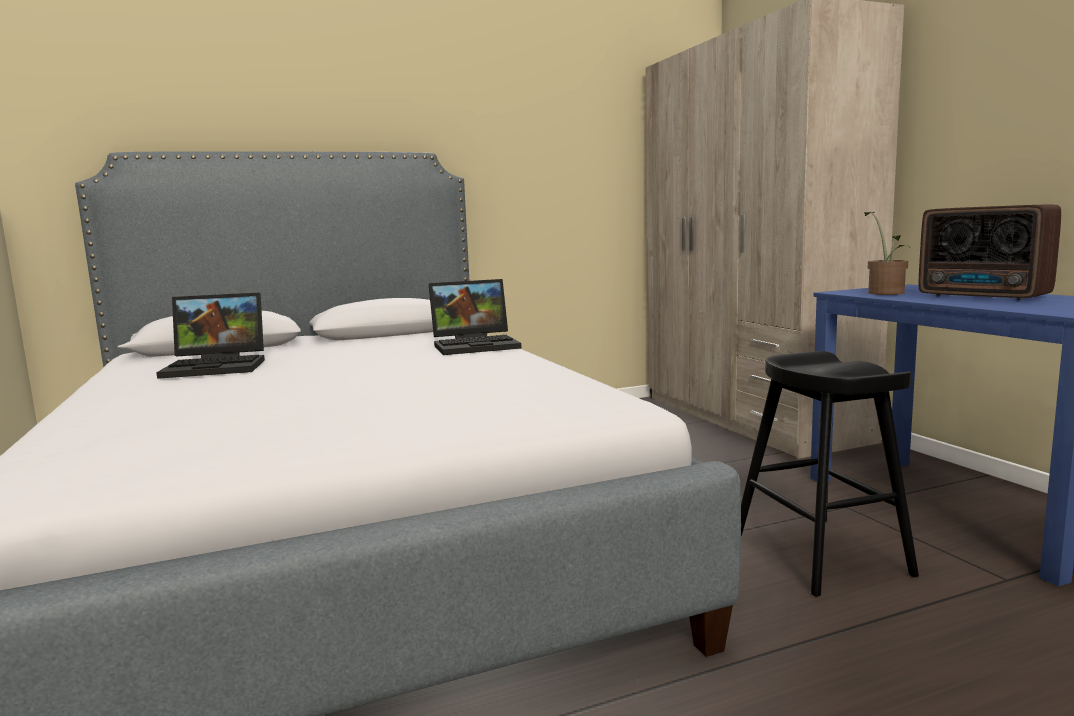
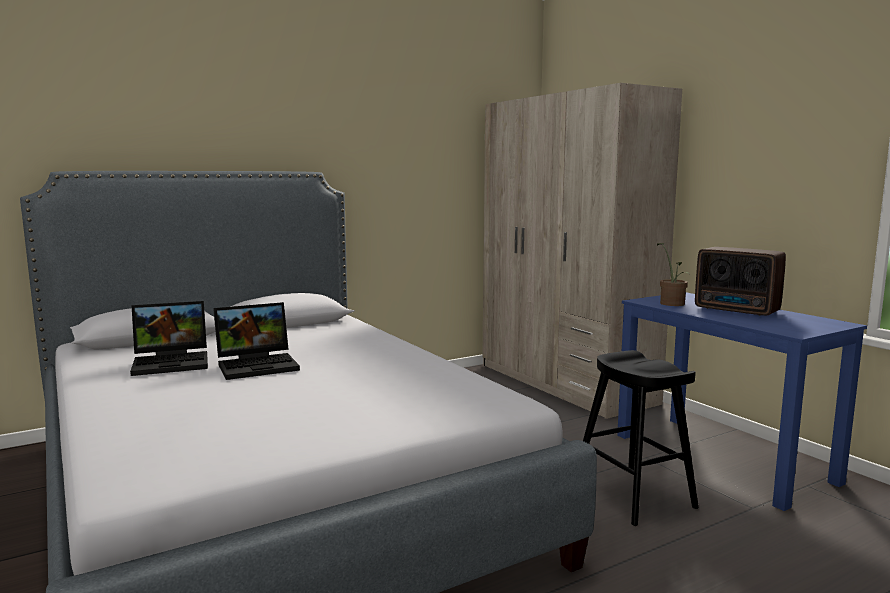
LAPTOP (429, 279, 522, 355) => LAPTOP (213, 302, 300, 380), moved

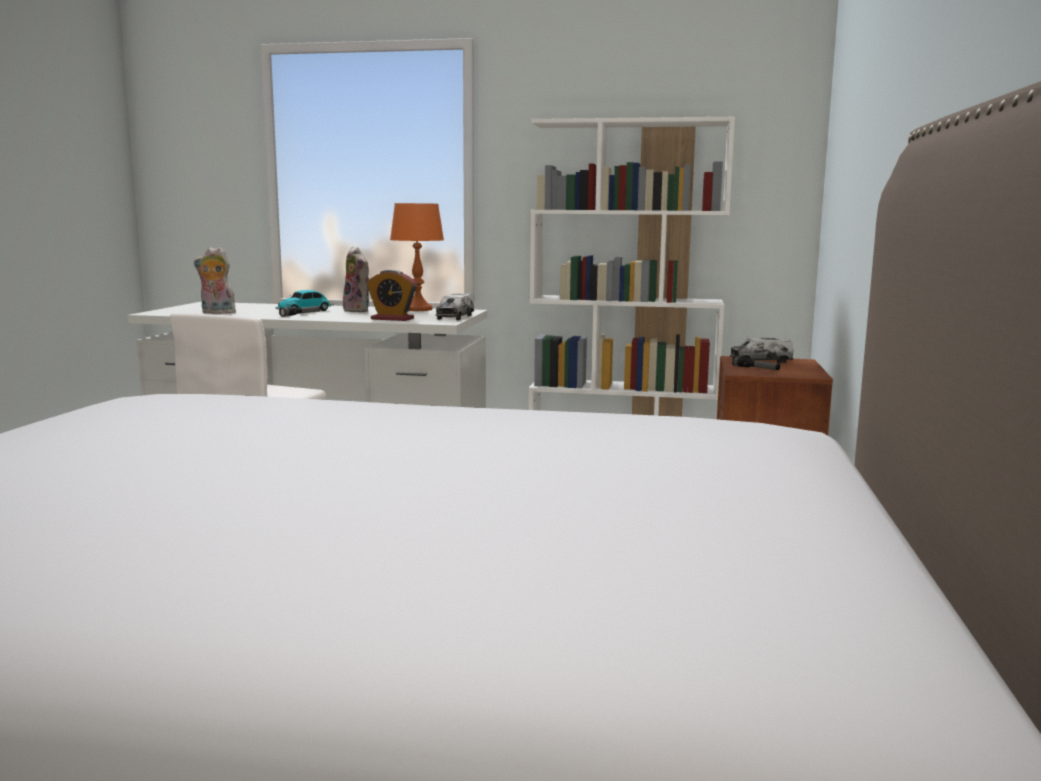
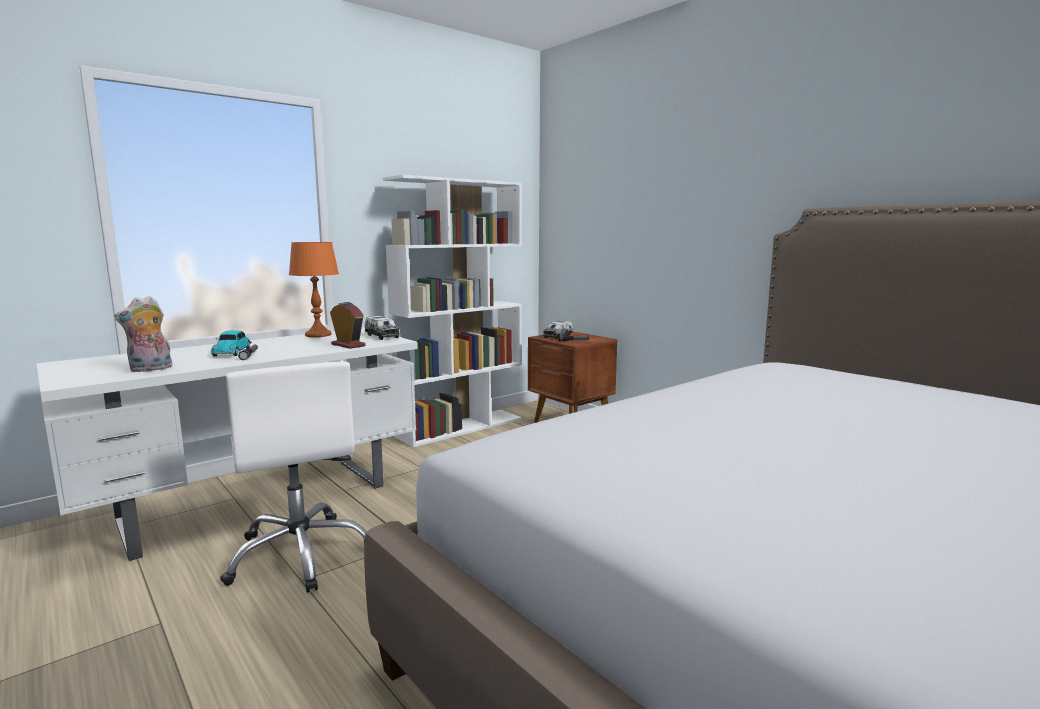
PLUSH TOY (341, 247, 370, 312) => nothing
ALARM CLOCK (367, 270, 417, 321) => ALARM CLOCK (330, 302, 366, 349), 105 degrees counterclockwise

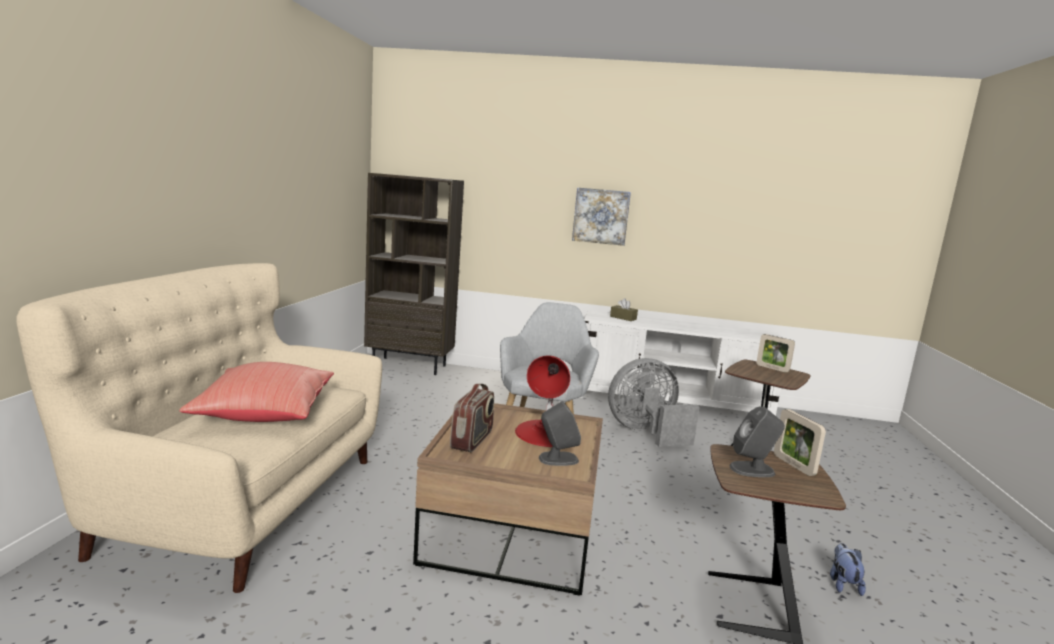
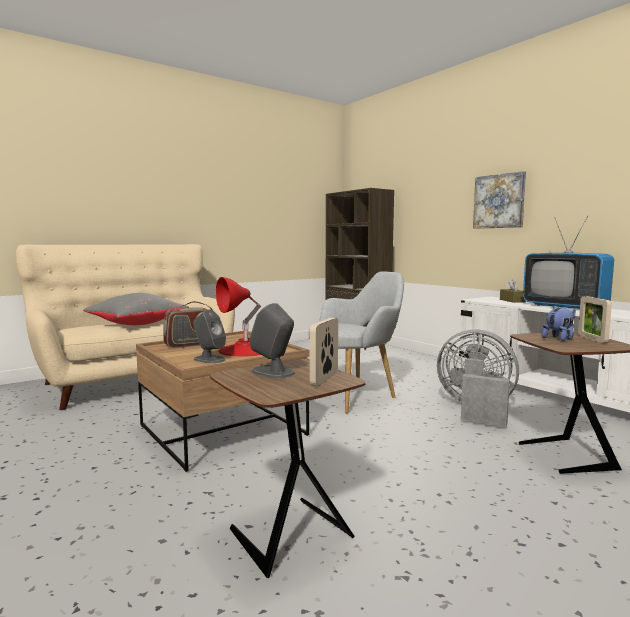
RED PILLOW (179, 362, 334, 422) => GREY PILLOW (83, 293, 189, 325)
PLUSH TOY (830, 543, 866, 596) => PLUSH TOY (542, 305, 575, 341), moved
nothing => TELEVISION (523, 216, 614, 309)

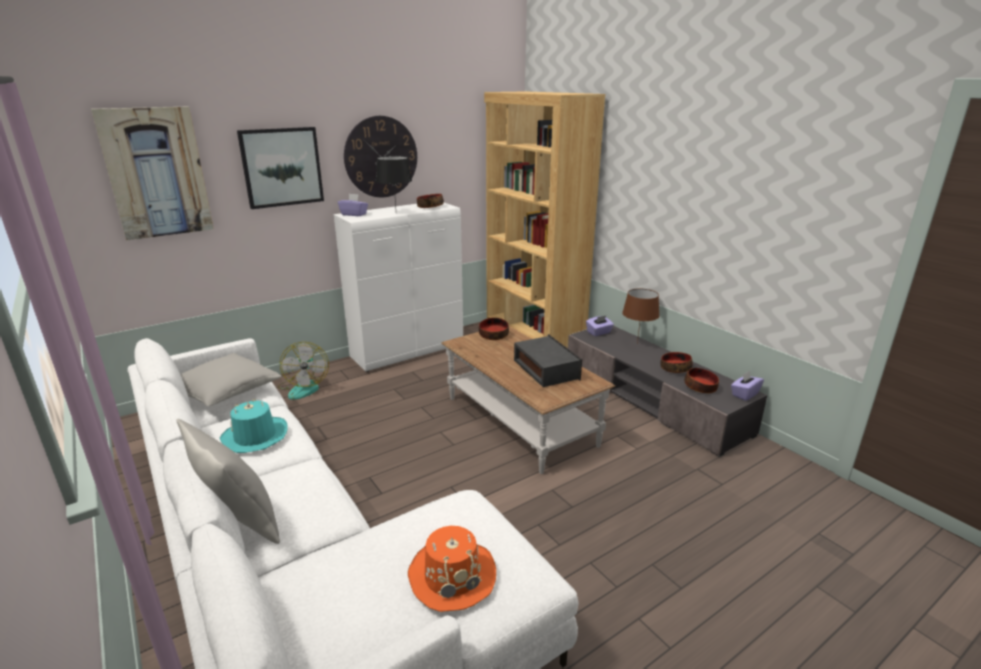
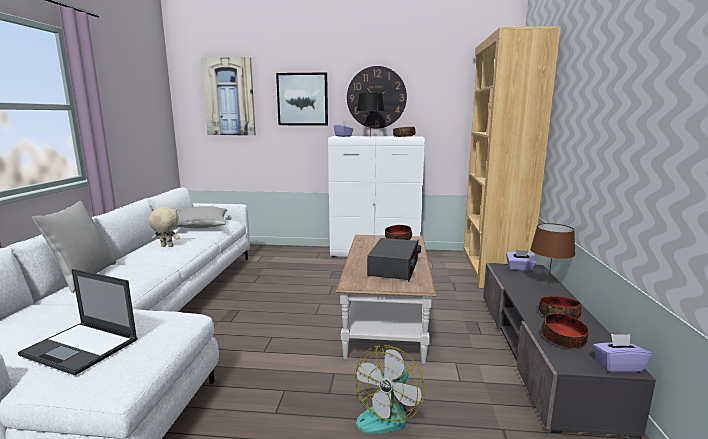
FAN (278, 342, 329, 400) => FAN (355, 345, 425, 434), moved
TURQUOISE HAT (220, 399, 288, 453) => BEIGE PLUSH TOY (148, 207, 180, 247)
ORANGE HAT (408, 526, 496, 612) => LAPTOP (18, 269, 138, 376)

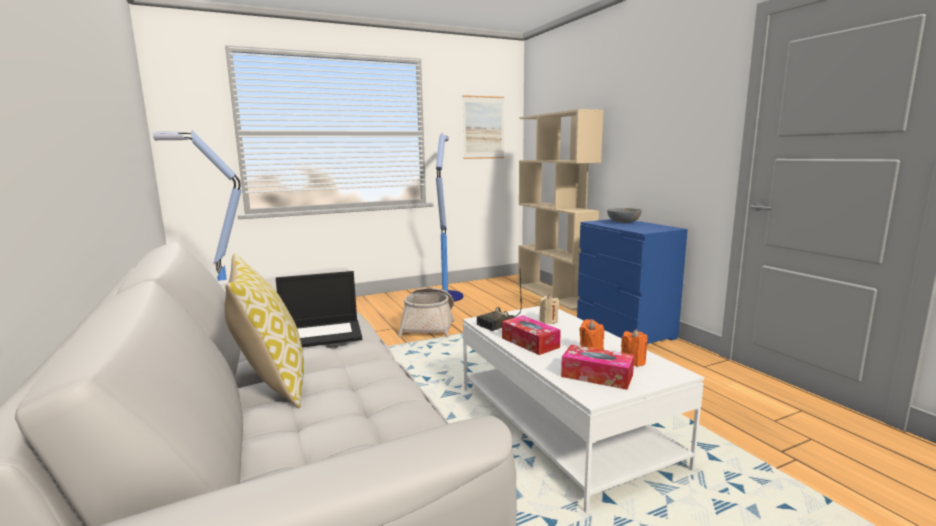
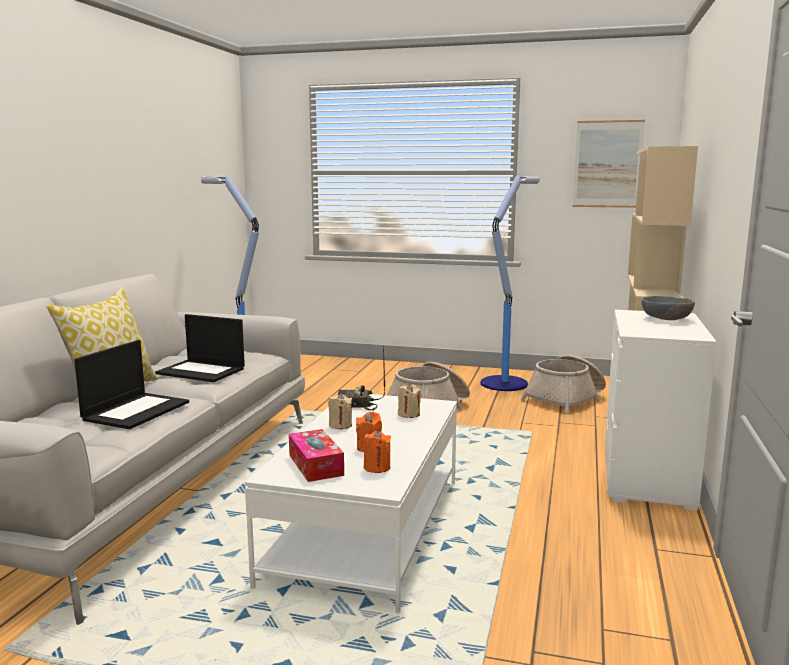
BLUE DRESSER (577, 219, 688, 344) => WHITE DRESSER (605, 310, 717, 511)
TISSUE BOX (502, 315, 561, 355) => BEIGE CANDLE (328, 393, 352, 429)
nothing => LAPTOP (74, 340, 189, 429)
nothing => BASKET (521, 355, 606, 414)

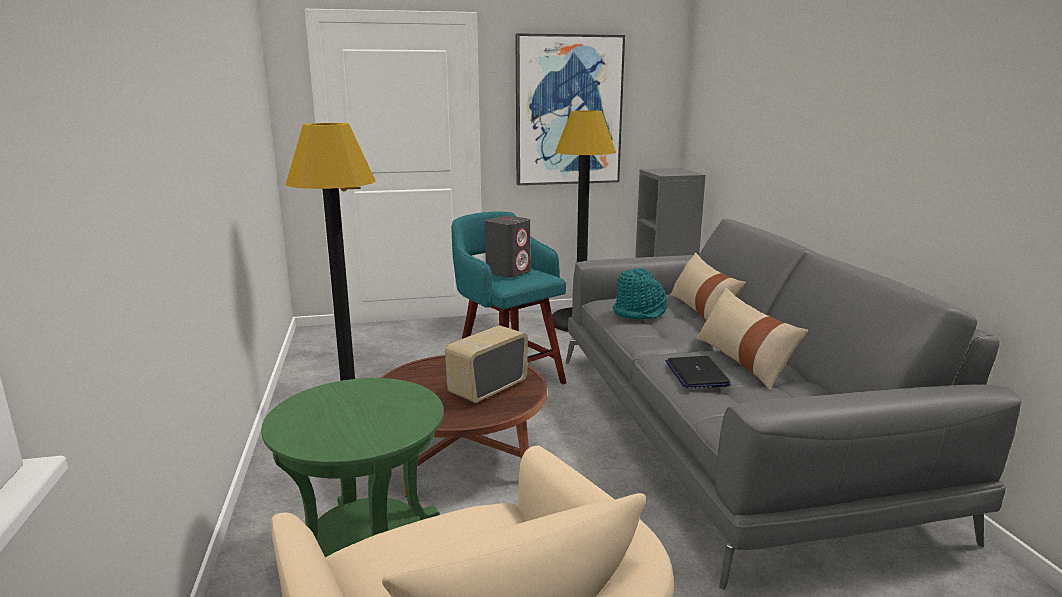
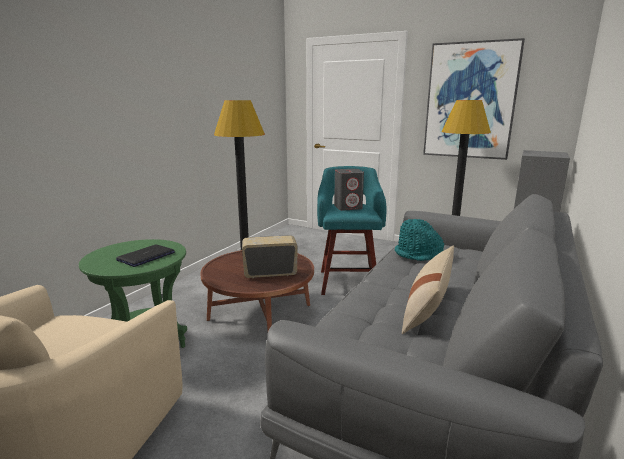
BEIGE PILLOW (670, 253, 746, 320) => nothing
LAPTOP (666, 356, 731, 388) => LAPTOP (116, 245, 175, 267), moved

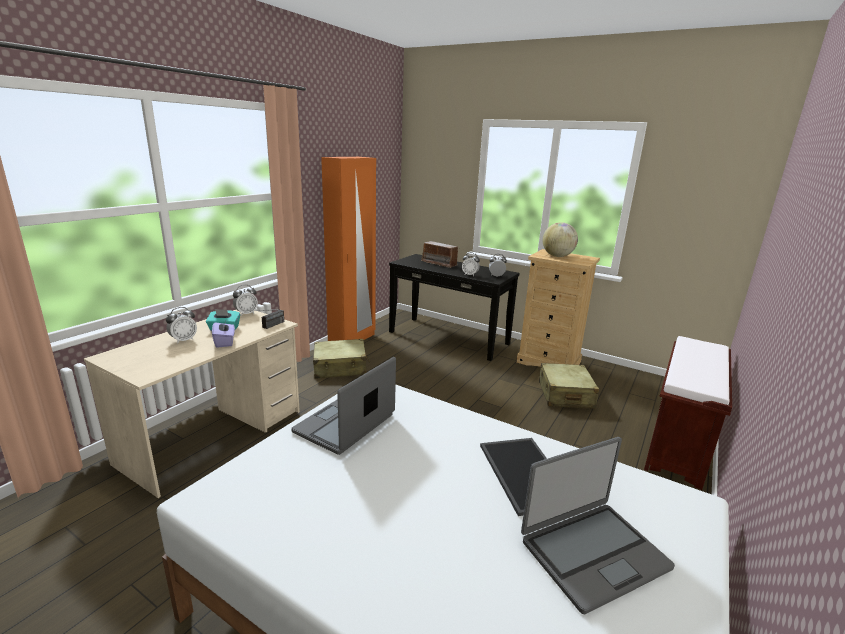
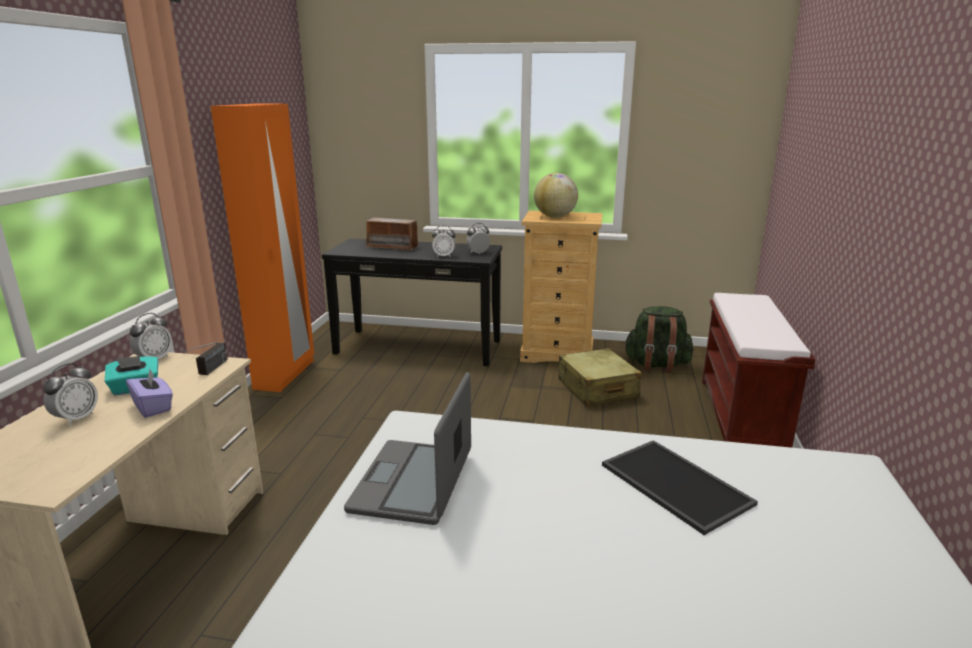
BEIGE SUITCASE (313, 339, 370, 379) => nothing
LAPTOP (521, 437, 675, 614) => nothing
nothing => GREEN BACKPACK (624, 306, 694, 373)

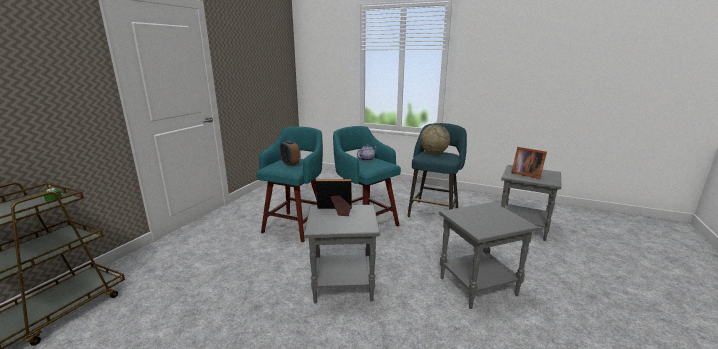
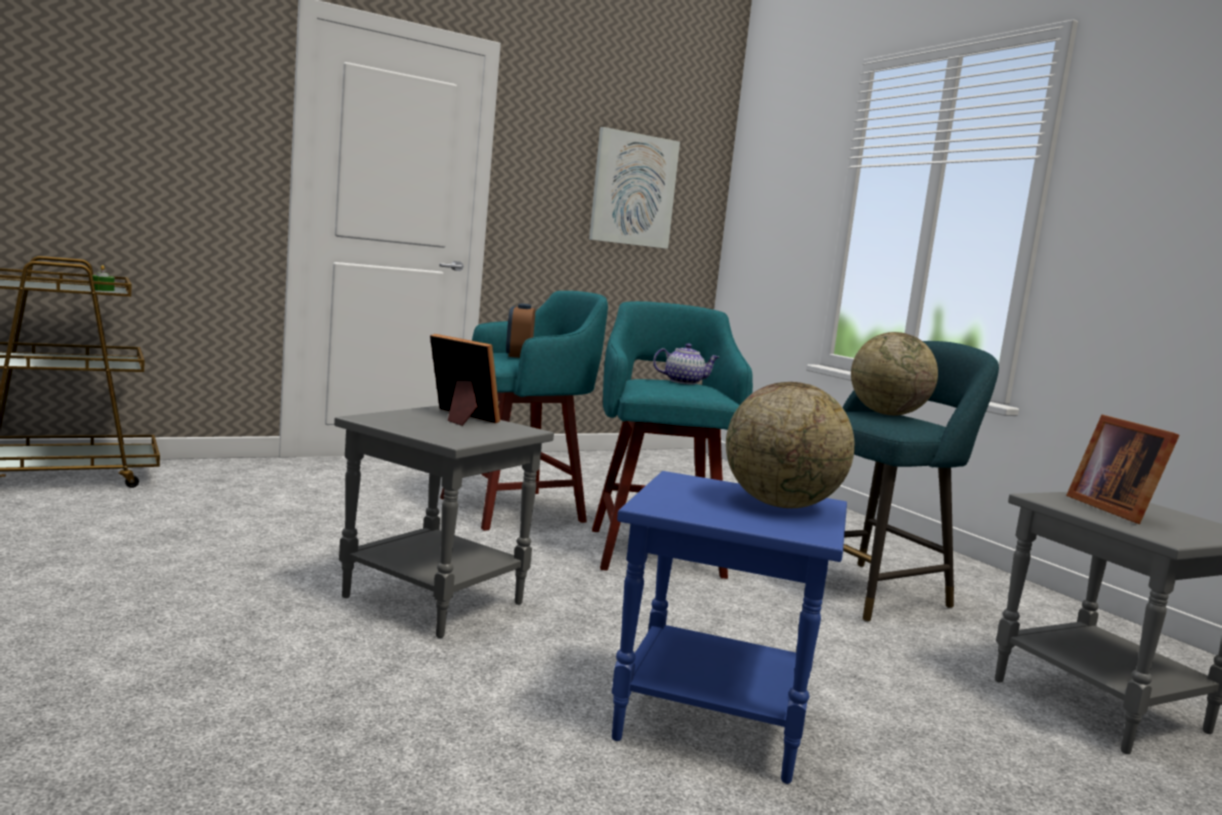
GREY SIDE TABLE (439, 202, 539, 309) => BLUE SIDE TABLE (612, 471, 847, 784)
nothing => PICTURE (589, 127, 680, 249)
nothing => GLOBE (726, 382, 855, 508)

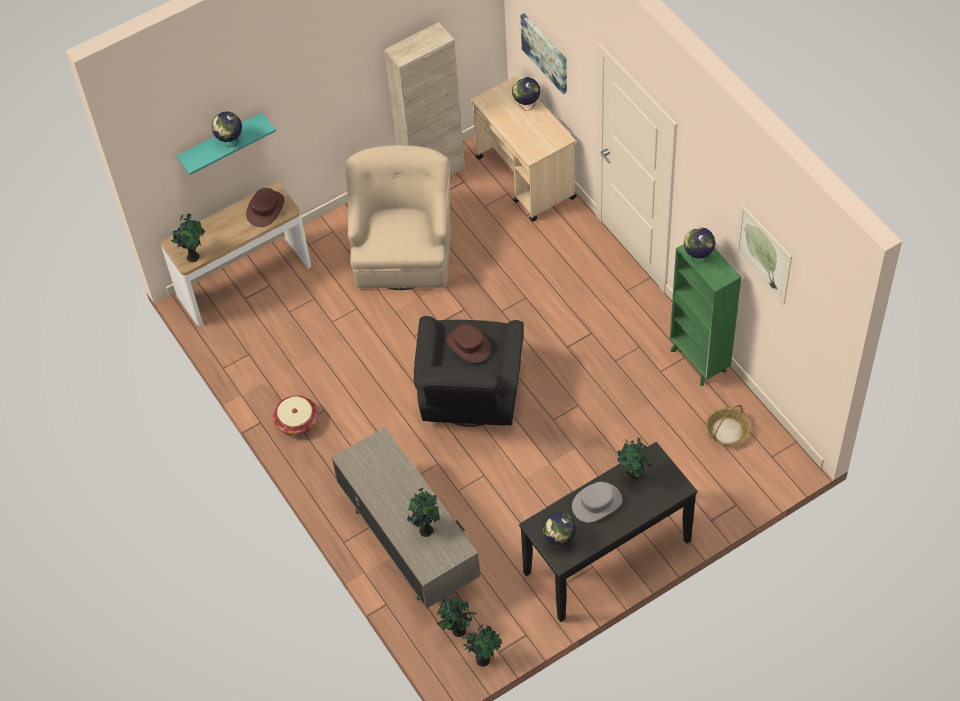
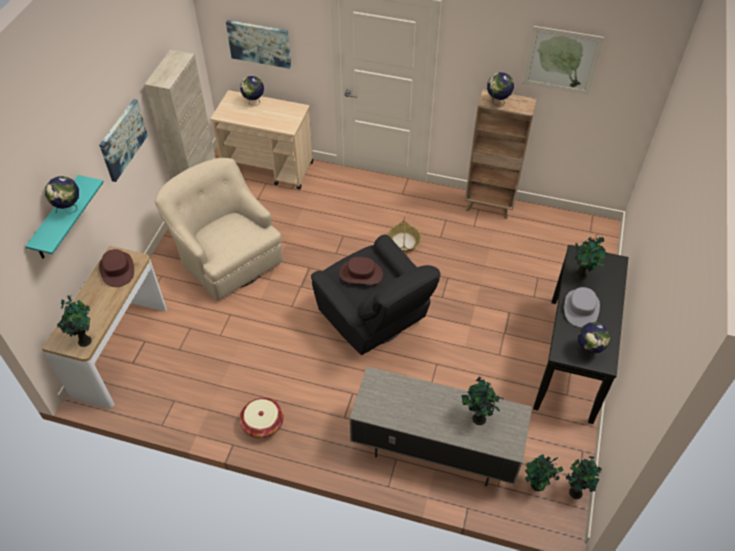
GREEN BOOKCASE (670, 244, 741, 386) => BROWN BOOKCASE (465, 89, 537, 219)
BASKET (706, 405, 750, 446) => BASKET (386, 216, 421, 252), moved
nothing => PICTURE (99, 99, 148, 182)

